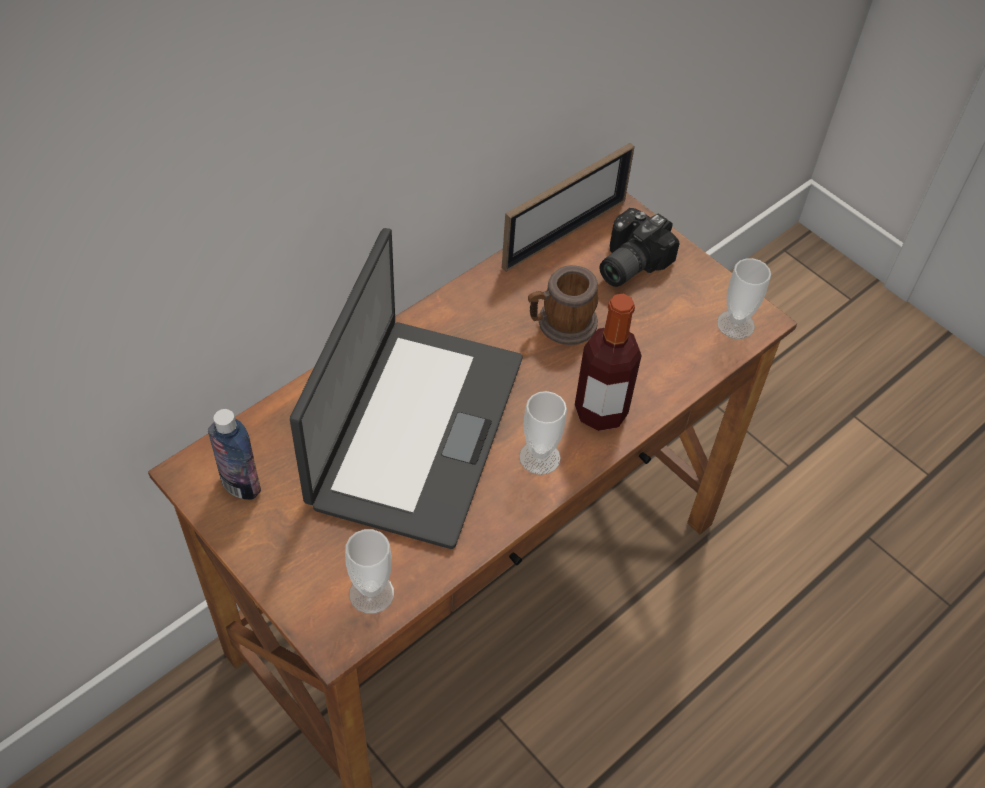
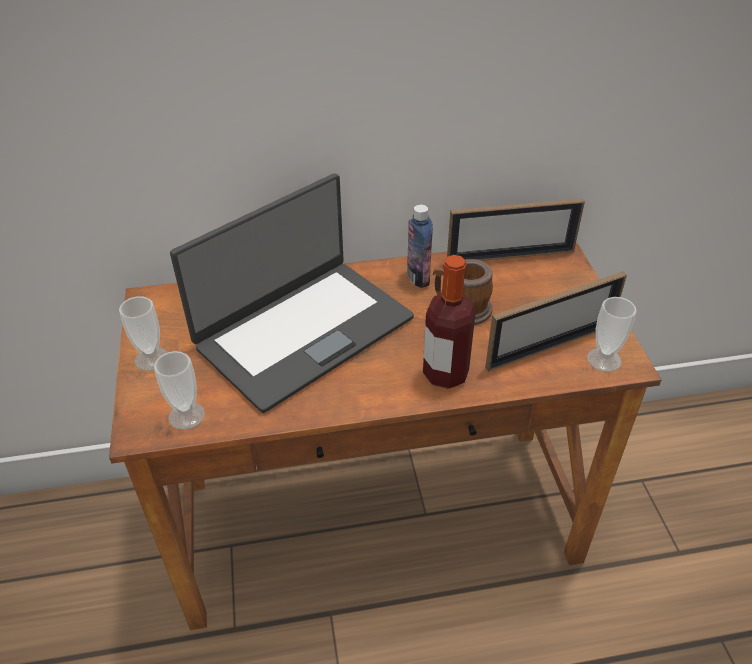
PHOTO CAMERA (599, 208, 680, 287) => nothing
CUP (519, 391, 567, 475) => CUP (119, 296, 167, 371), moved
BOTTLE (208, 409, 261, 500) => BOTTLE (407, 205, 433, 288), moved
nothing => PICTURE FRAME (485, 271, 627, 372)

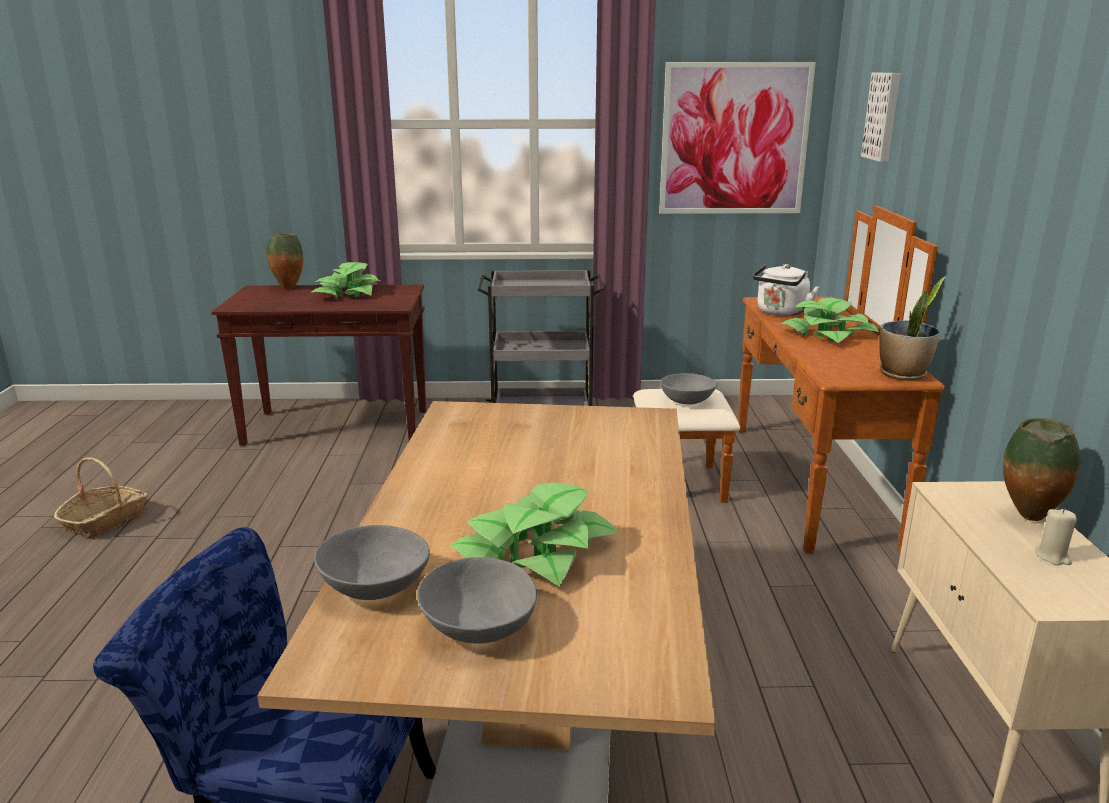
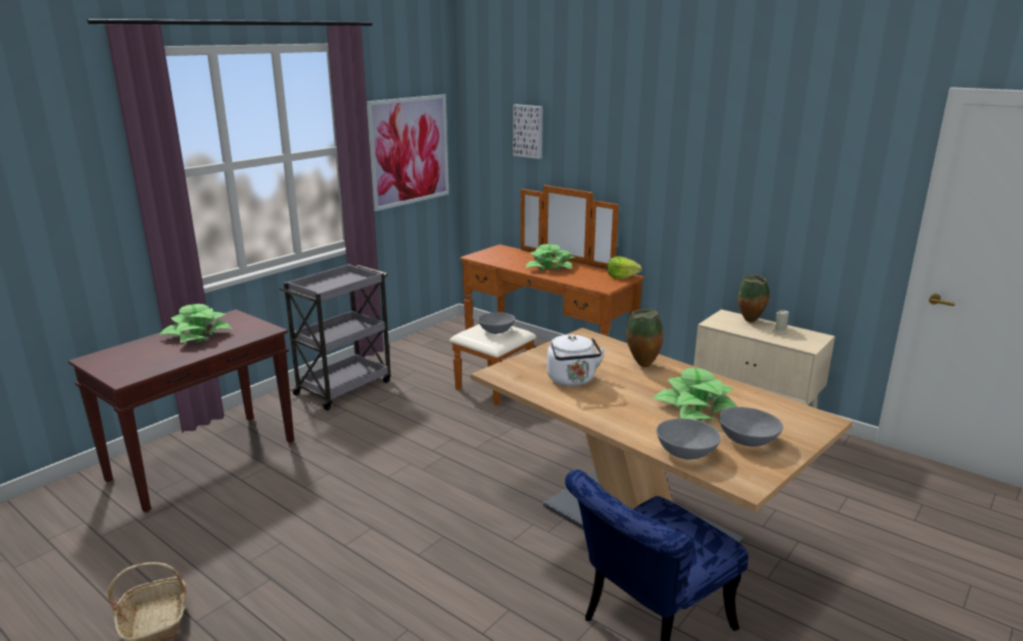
VASE (266, 233, 303, 289) => VASE (626, 309, 663, 367), moved
WHITE KETTLE (752, 264, 819, 316) => WHITE KETTLE (547, 335, 605, 386), moved
POTTED PLANT (879, 277, 945, 381) => LETTUCE (607, 256, 642, 278)

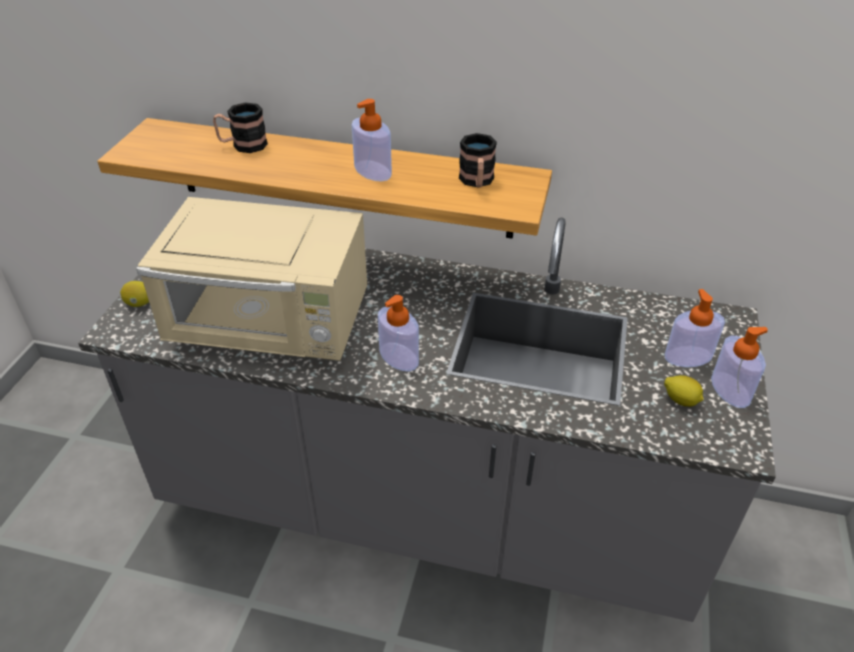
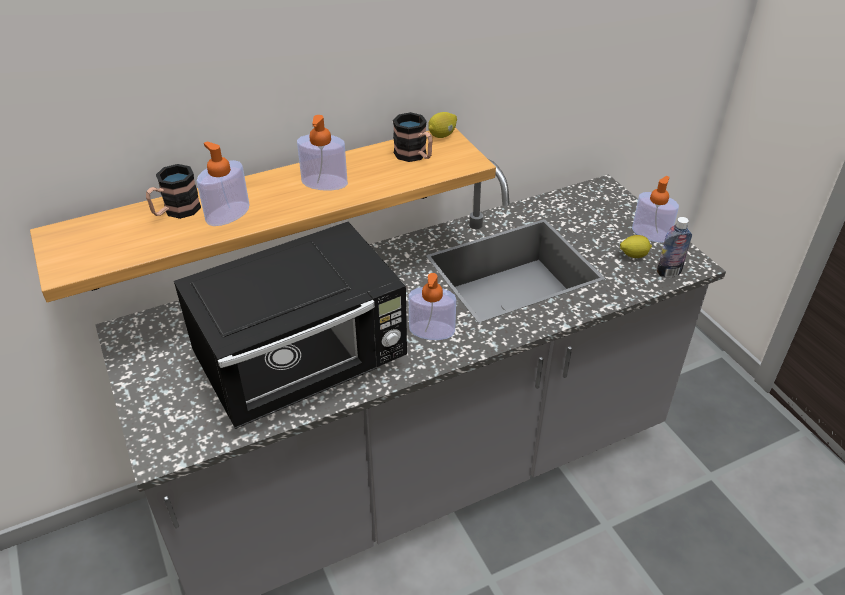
BEIGE MICROWAVE (136, 197, 367, 361) => BLACK MICROWAVE (174, 222, 407, 429)
LEMON (120, 281, 149, 307) => LEMON (428, 112, 457, 138), moved
SOAP DISPENSER (665, 289, 725, 367) => SOAP DISPENSER (196, 141, 250, 226), moved
nothing => BOTTLE (657, 217, 692, 277)

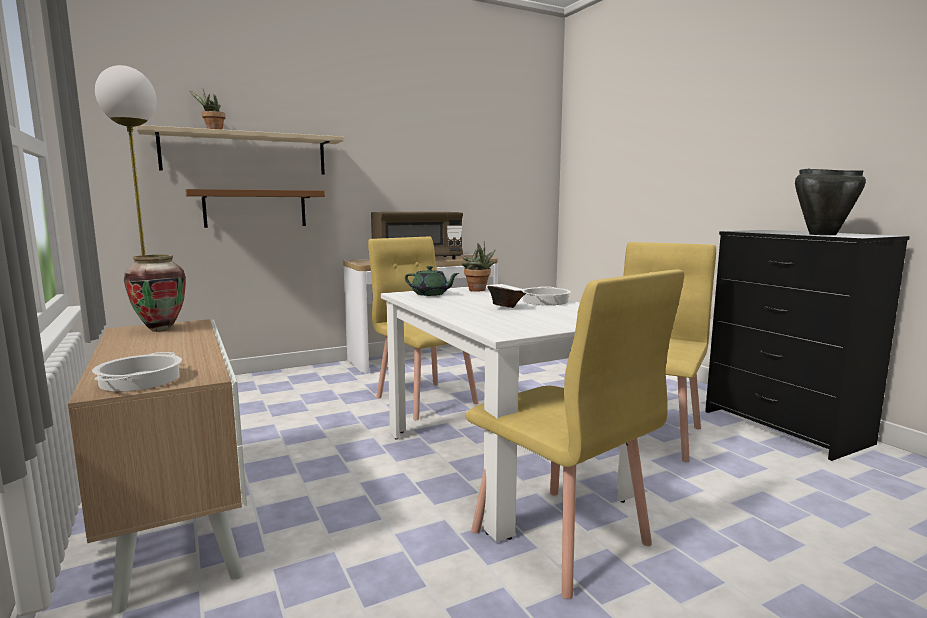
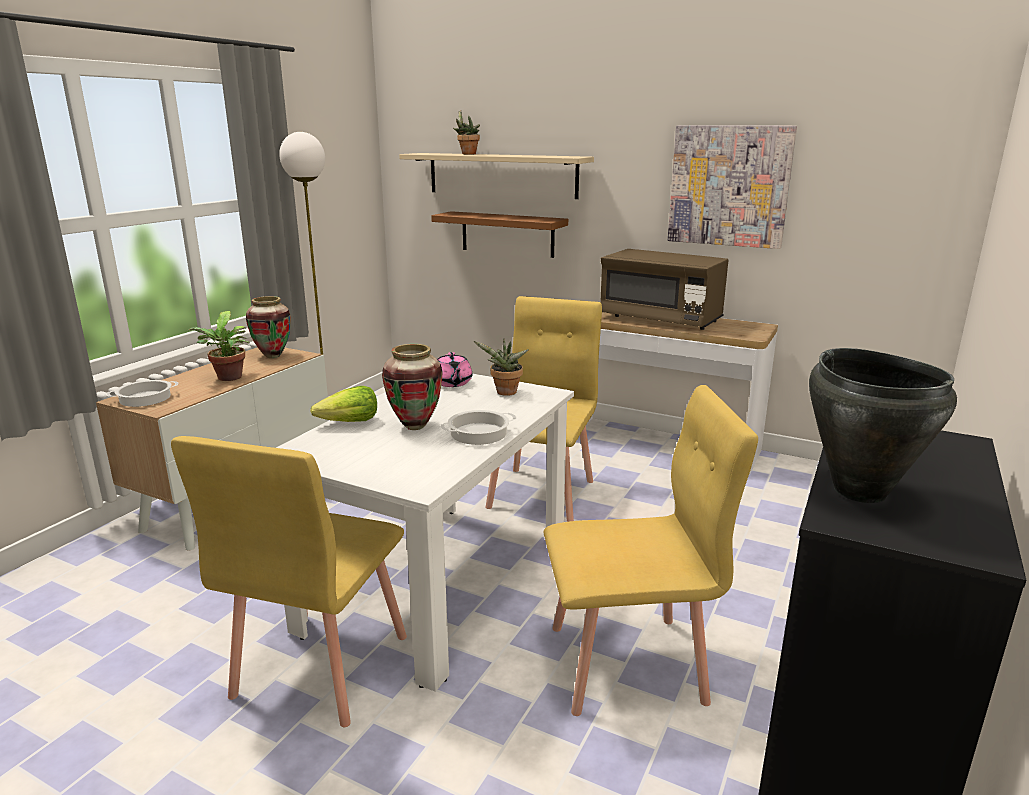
GREEN TEAPOT (405, 266, 459, 296) => PINK TEAPOT (437, 352, 472, 387)
BROWN BOWL (487, 286, 526, 308) => VASE (382, 344, 443, 430)
nothing => PICTURE (668, 125, 797, 249)
nothing => POTTED PLANT (189, 311, 249, 381)
nothing => LETTUCE (310, 386, 377, 422)

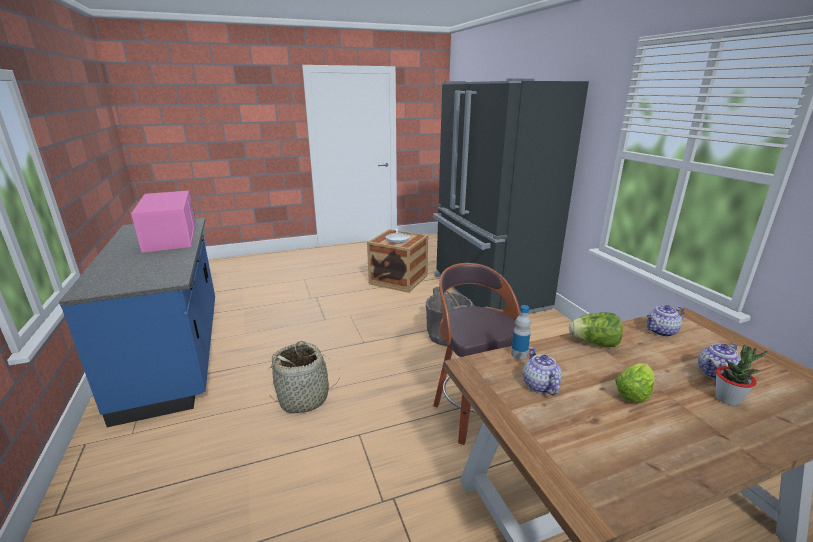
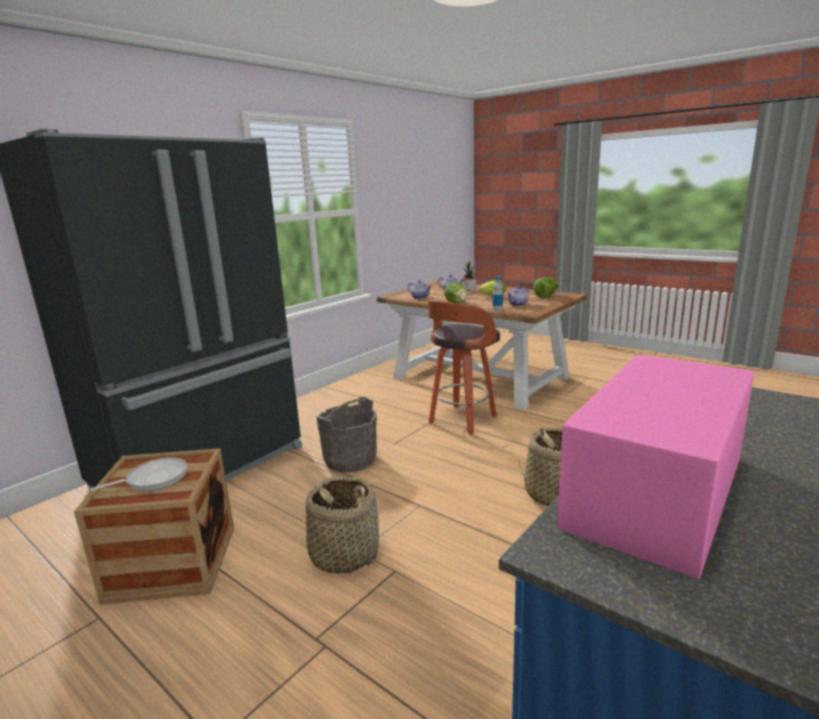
nothing => LETTUCE (533, 277, 558, 298)
nothing => BASKET (306, 477, 379, 574)

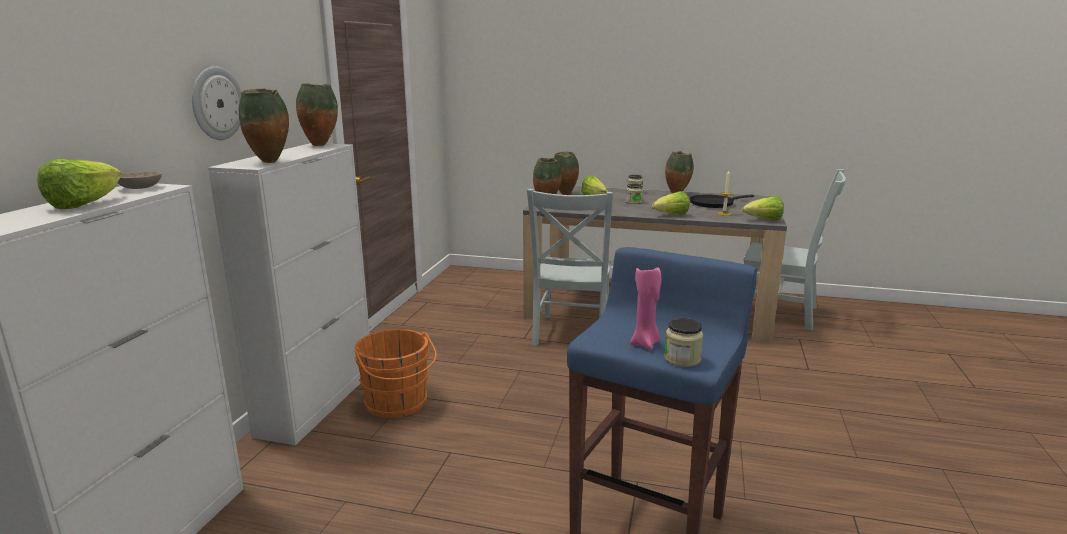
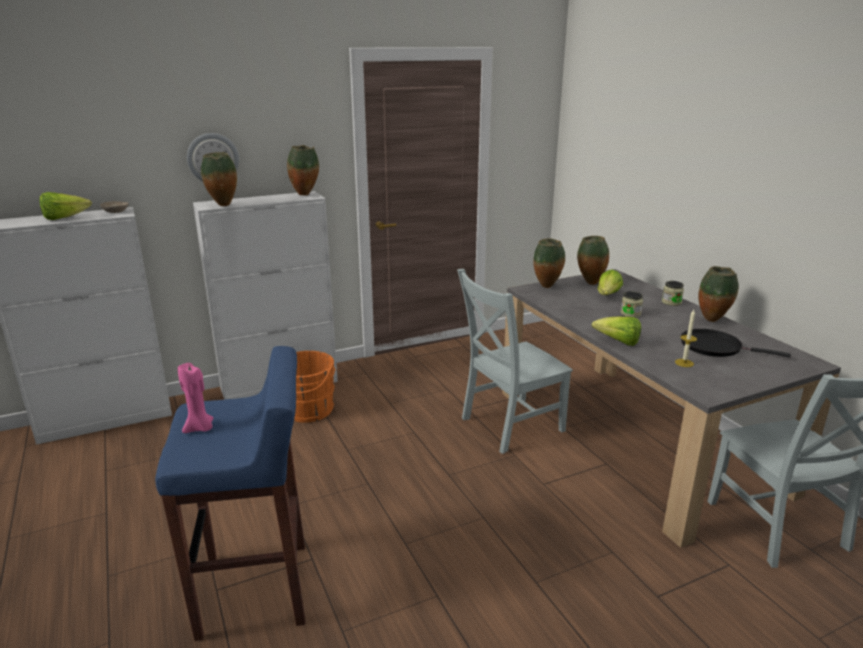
LETTUCE (742, 196, 784, 221) => nothing
JAR (664, 318, 703, 367) => nothing

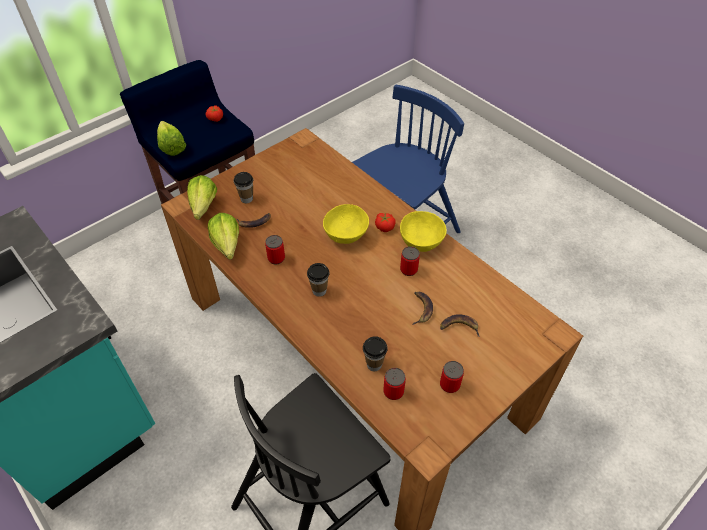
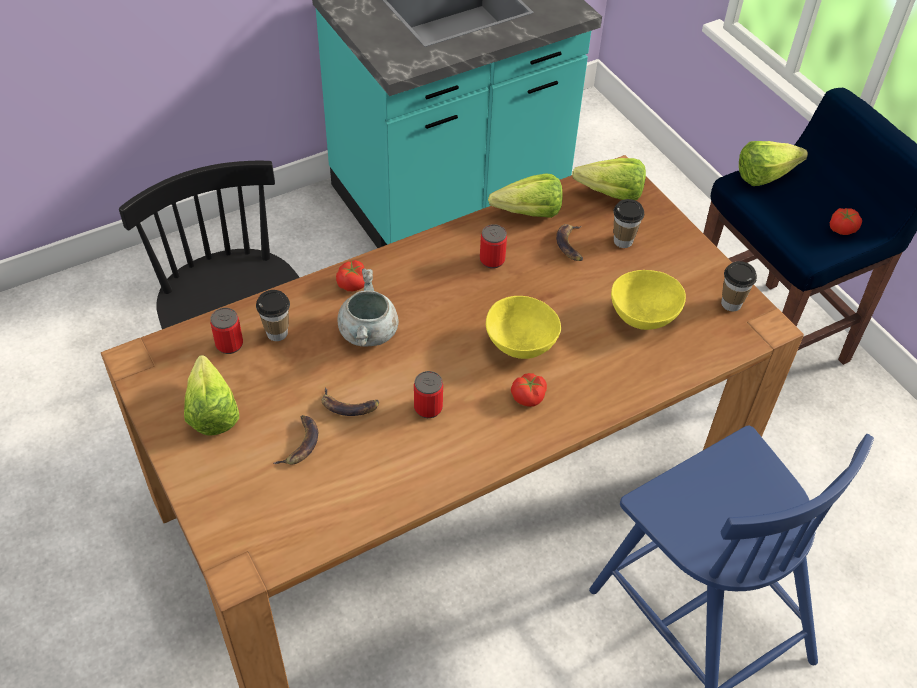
YELLOW BOWL (400, 211, 447, 252) => YELLOW BOWL (611, 270, 686, 330), moved
CUP (307, 263, 330, 297) => CUP (721, 261, 757, 311), moved
CAN (440, 361, 464, 393) => LETTUCE (184, 355, 239, 436)
nothing => TOMATO (336, 260, 365, 291)
nothing => GREY COOKING POT (338, 268, 399, 347)

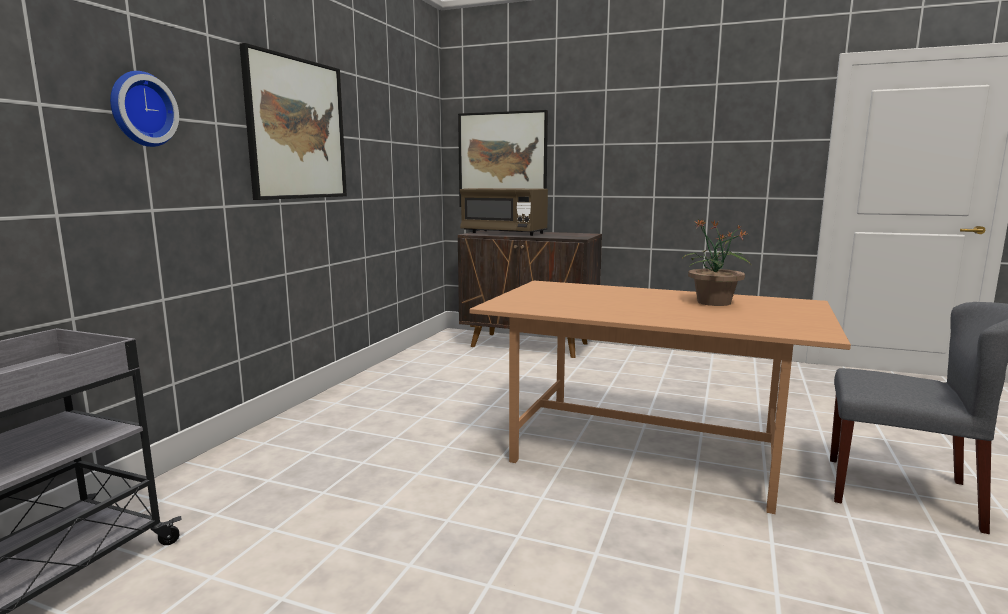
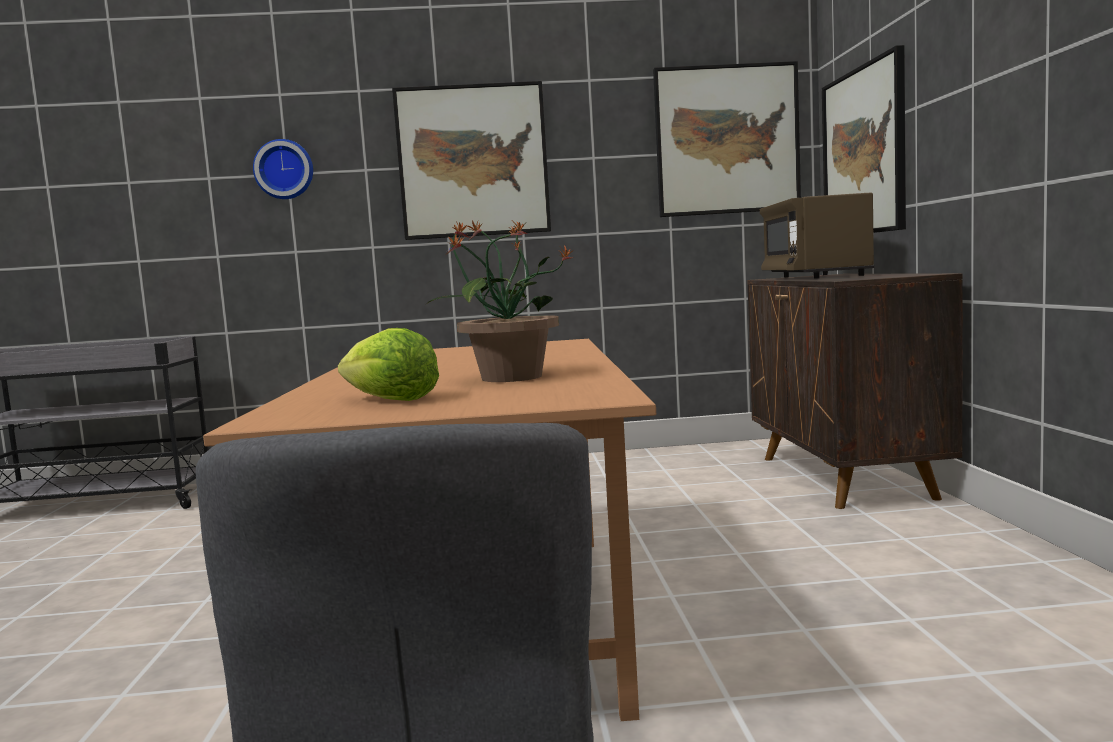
nothing => PICTURE (653, 61, 801, 217)
nothing => LETTUCE (338, 328, 439, 401)

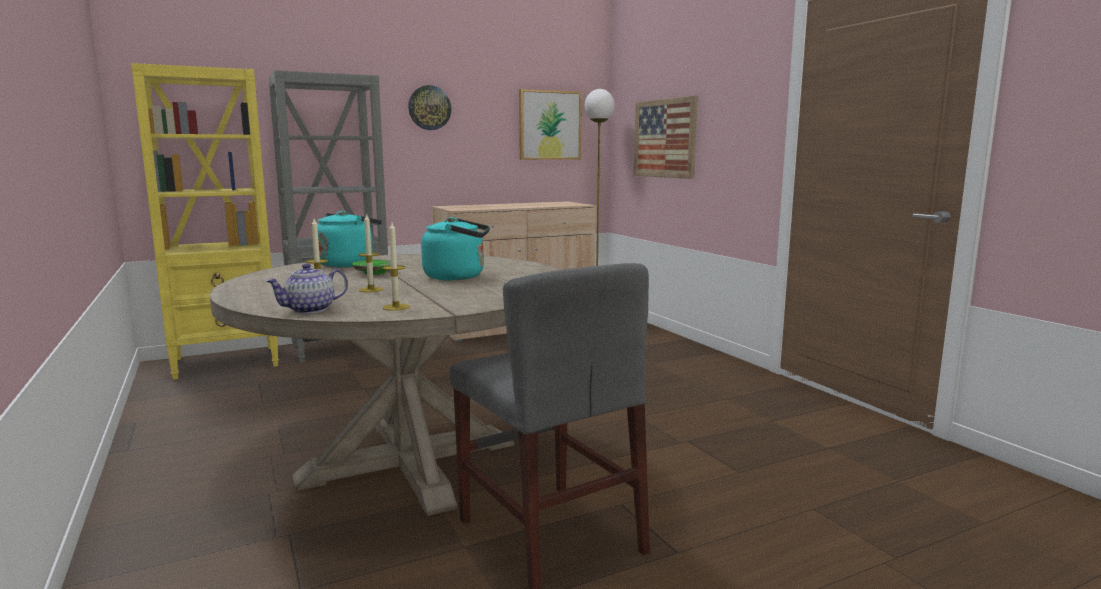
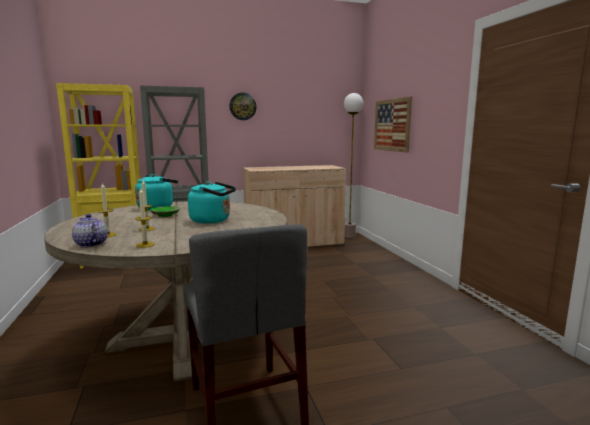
PICTURE (519, 89, 582, 160) => nothing
TEAPOT (266, 263, 348, 314) => TEAPOT (72, 214, 108, 247), 75 degrees clockwise

